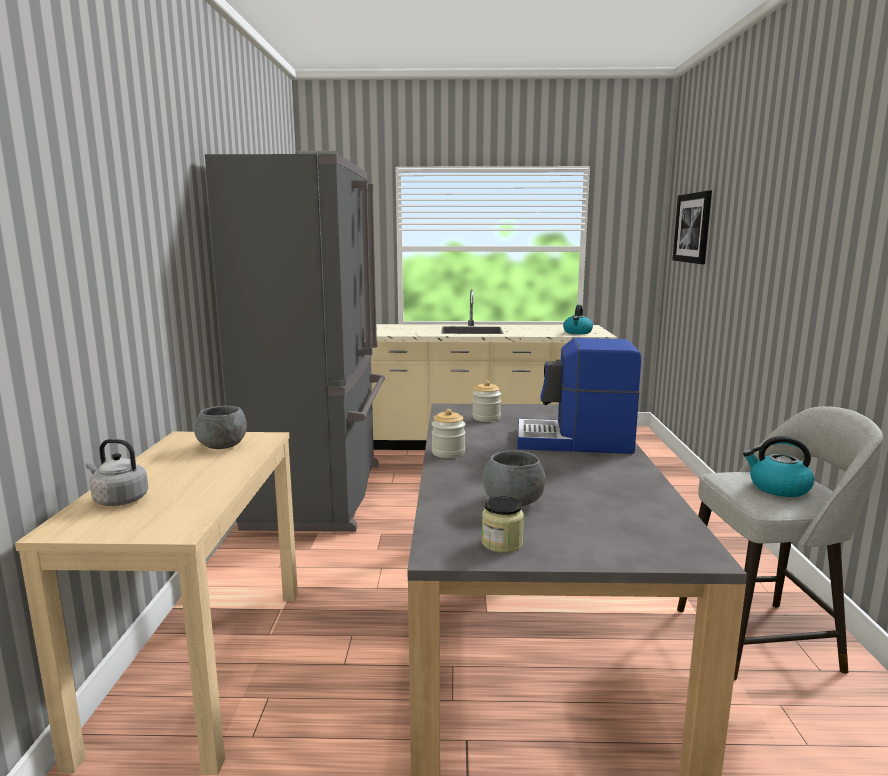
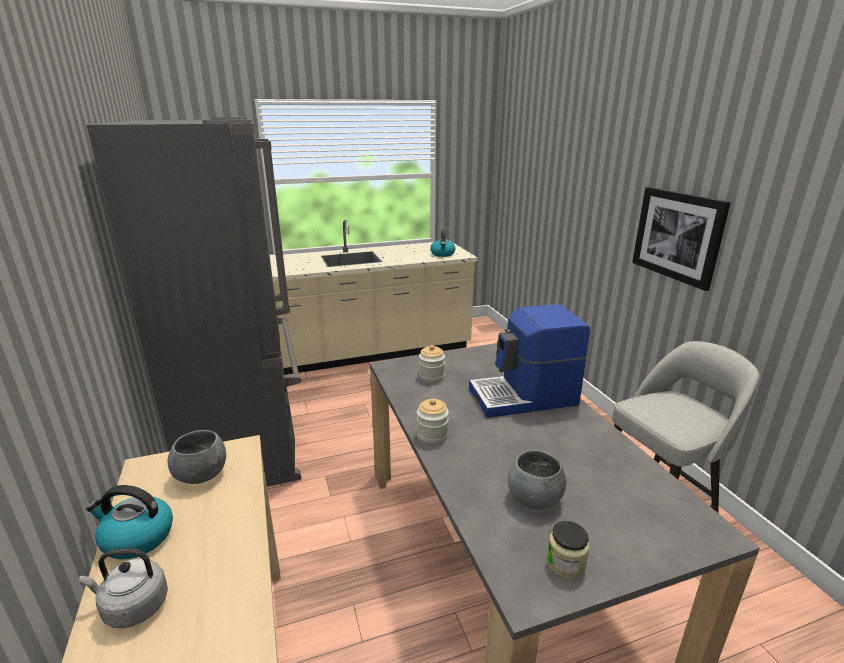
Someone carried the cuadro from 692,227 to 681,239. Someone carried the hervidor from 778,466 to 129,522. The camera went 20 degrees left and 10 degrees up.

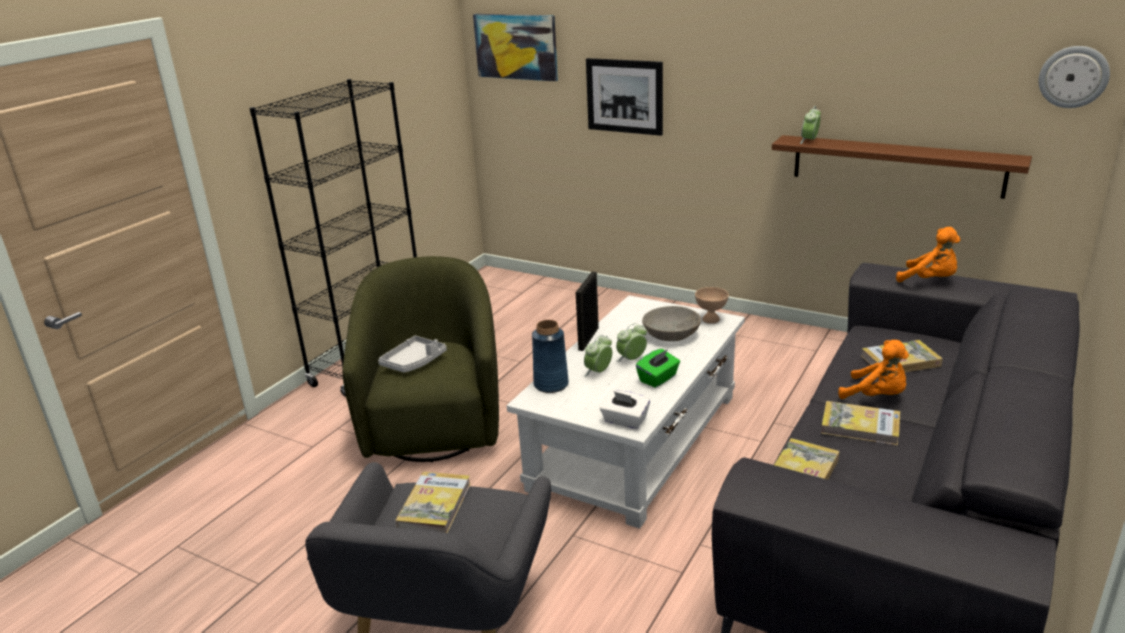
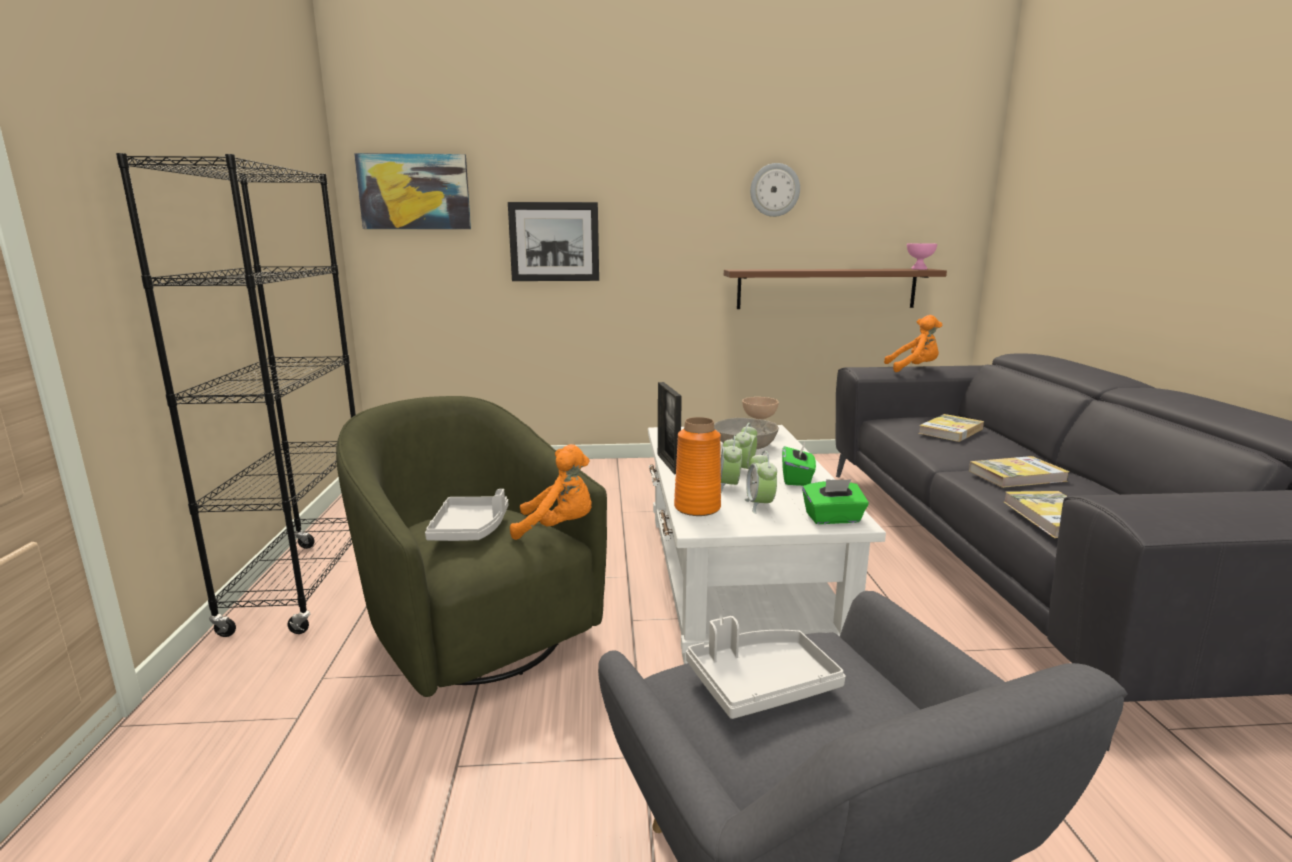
Someone swapped the libro at 433,502 for the bandeja/gris at 766,667. Someone repainted the florero/azul at 550,356, which became the florero/naranja at 697,466. Someone repainted the caja de pañuelos/blanco at 625,409, which became the caja de pañuelos/verde at 835,501. Someone carried the despertador from 810,125 to 761,482. Someone carried the peluche/naranja from 873,369 to 551,492. Someone carried the reloj de pared from 1074,77 to 775,190. Someone put down the cuenco/rosa at 922,256. The camera went 35 degrees left and 10 degrees down.

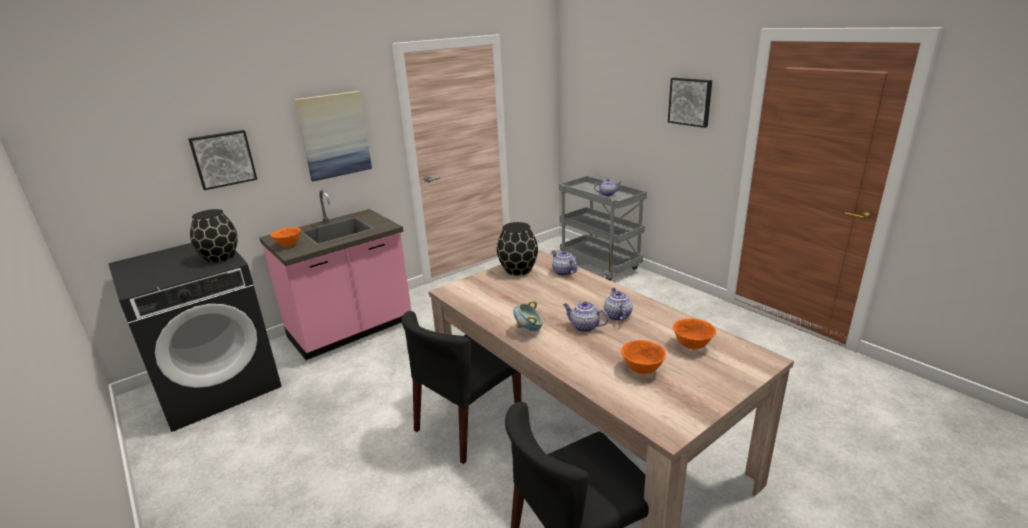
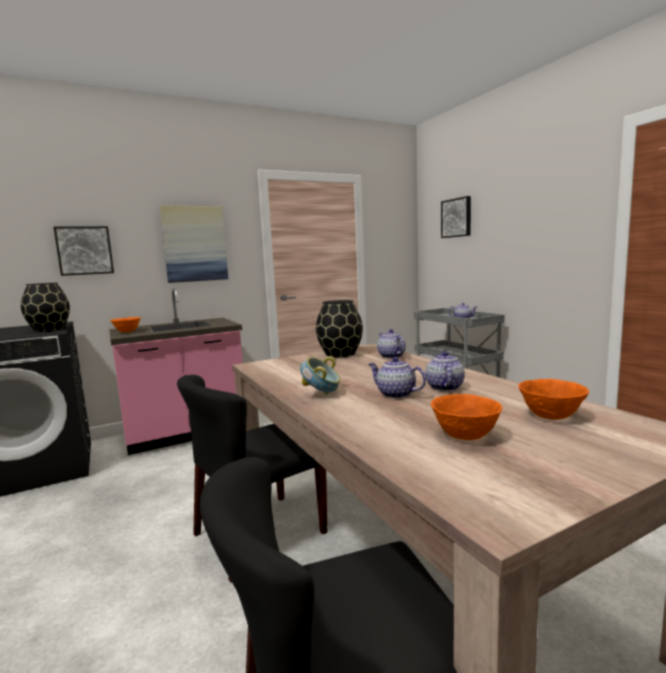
Someone carried the cuadro from 690,103 to 456,217. The camera went 10 degrees right and 15 degrees down.

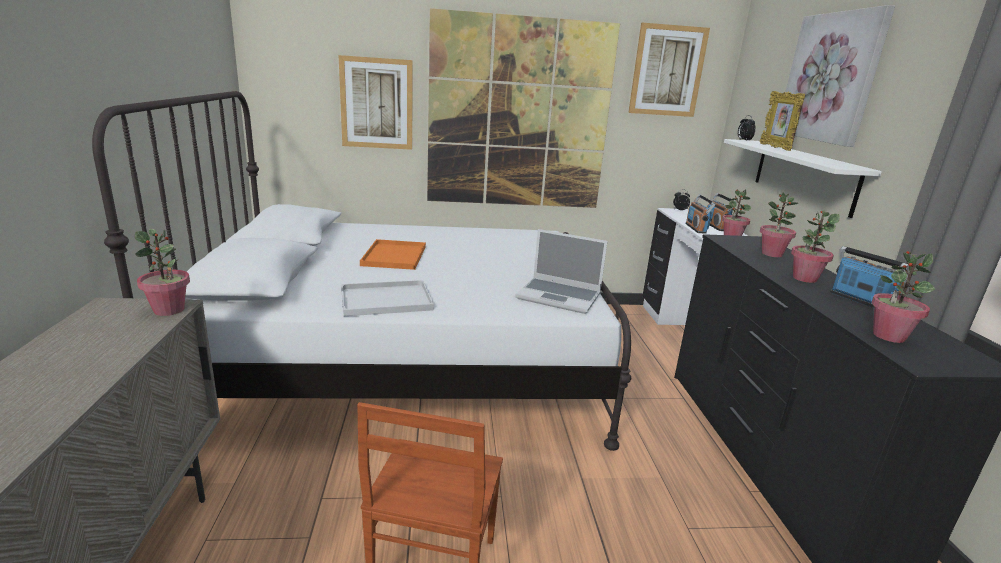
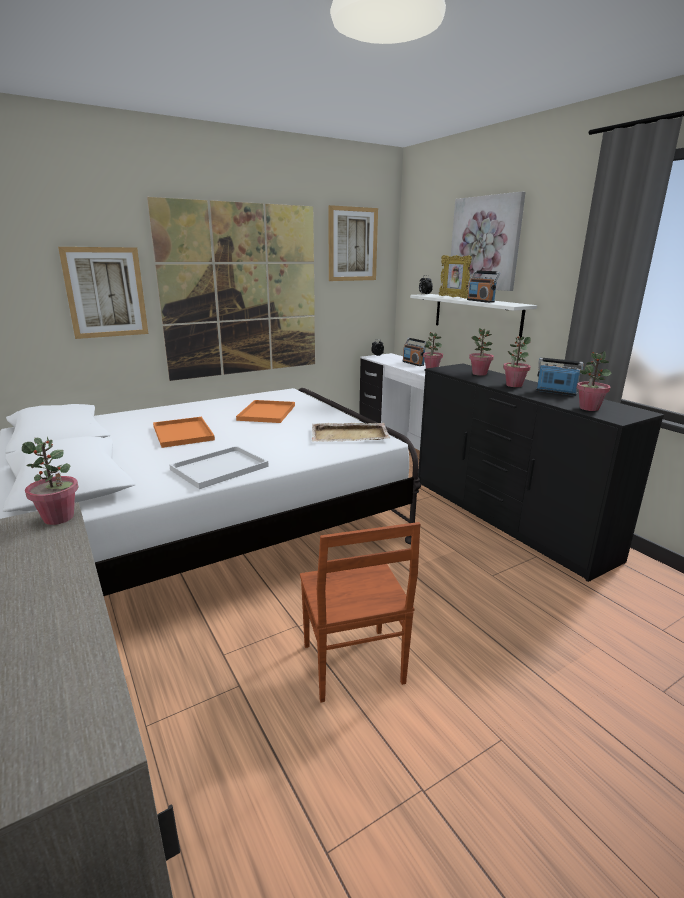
Someone swapped the portátil at 561,271 for the bandeja/beis at 351,432. Someone carried the radio from 701,214 to 483,286. Someone put down the bandeja/naranja at 265,411. The camera went 25 degrees left and 0 degrees up.

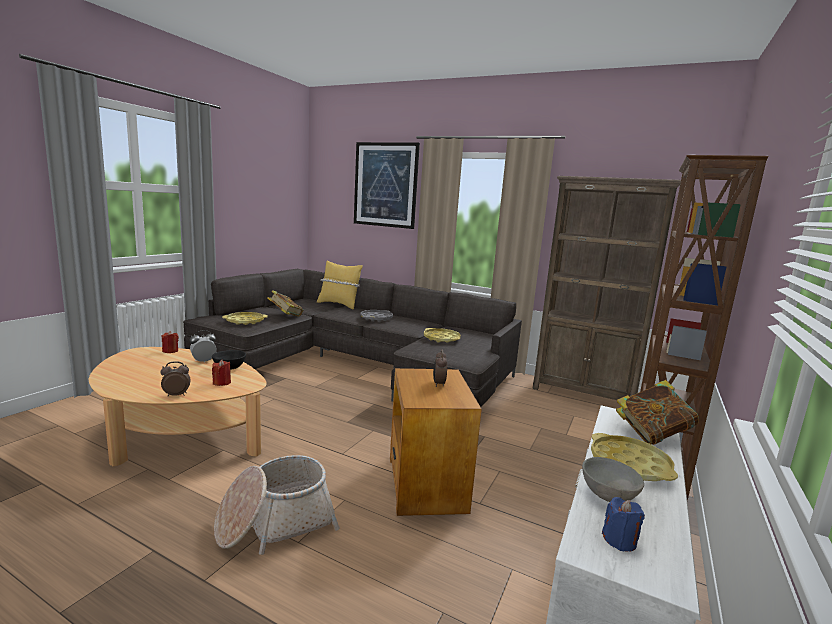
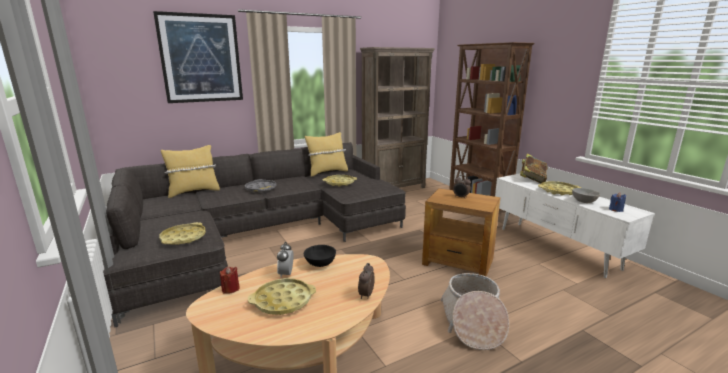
Someone took away the vela/rojo at 221,373. Someone took away the libro at 285,303. Someone put down the bandeja/amarillo at 282,296. Someone put down the cojín/amarillo at 326,154. The camera went 55 degrees left and 5 degrees up.

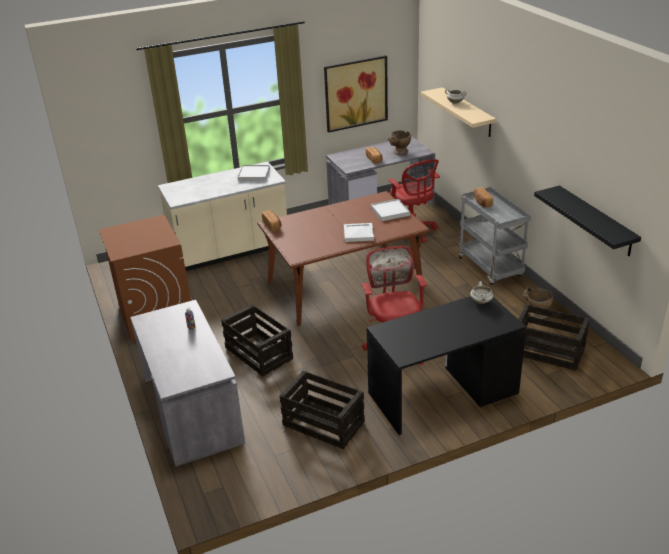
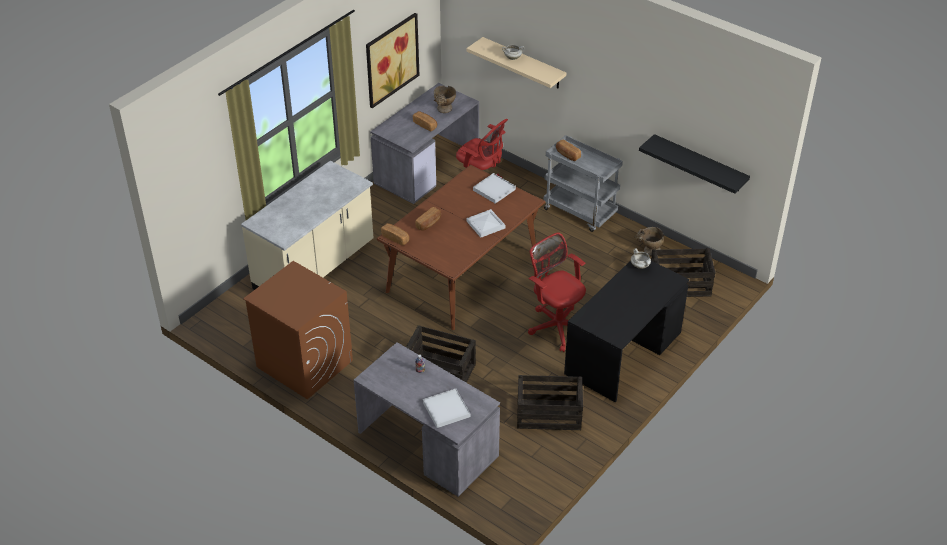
Someone carried the bandeja/blanco from 254,173 to 446,408. Someone put down the pan at 428,219. The camera went 30 degrees left and 10 degrees up.

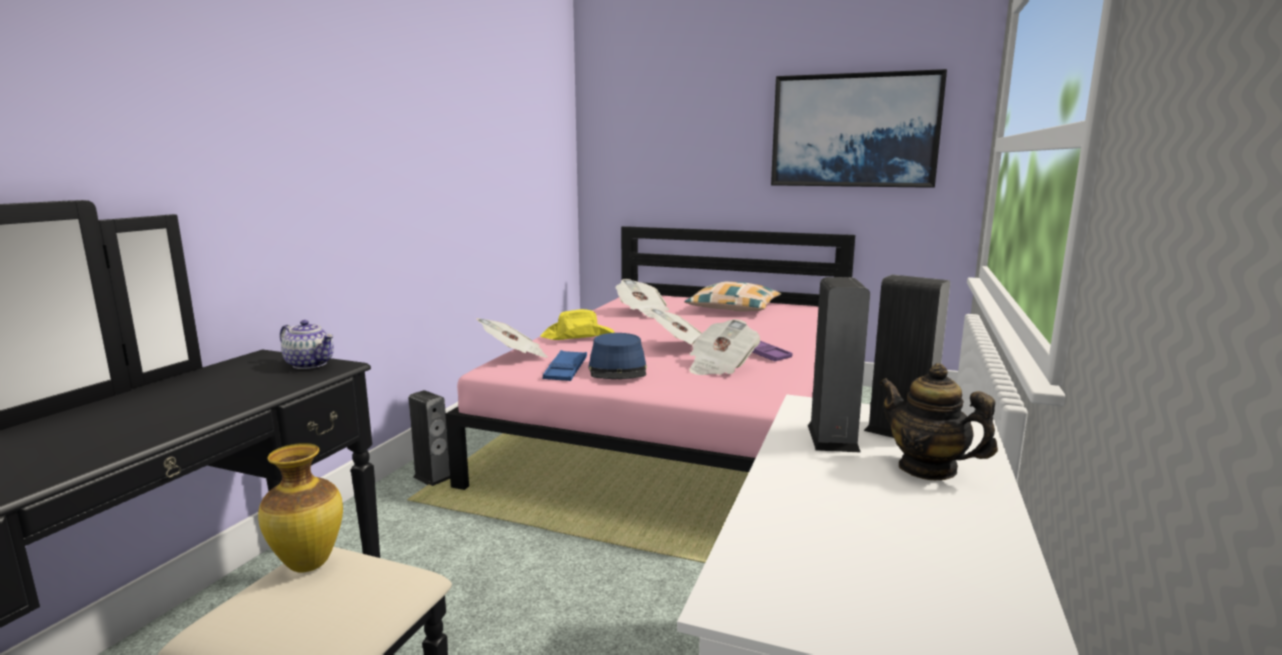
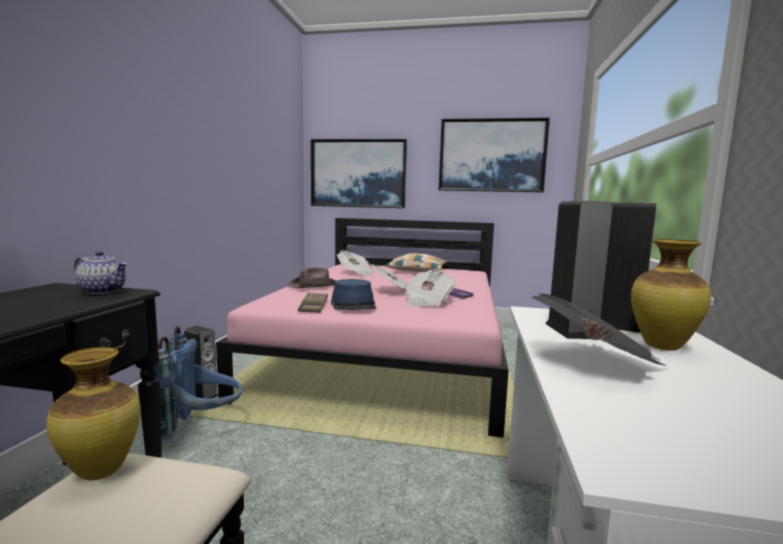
Someone carried the periódico from 512,338 to 600,329. Someone repainted the sombrero/amarillo at 577,324, which became the sombrero/marrón at 311,277. Someone repainted the bandeja/azul at 565,365, which became the bandeja/marrón at 313,302. Someone swapped the tetera at 938,421 for the florero at 671,294. Someone put down the mochila/azul at 198,385. Someone put up the cuadro at 359,173. The camera went 10 degrees left and 5 degrees down.

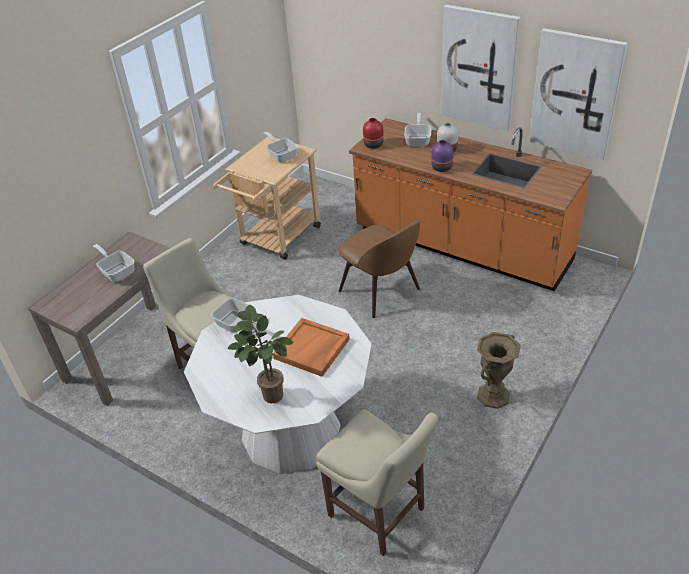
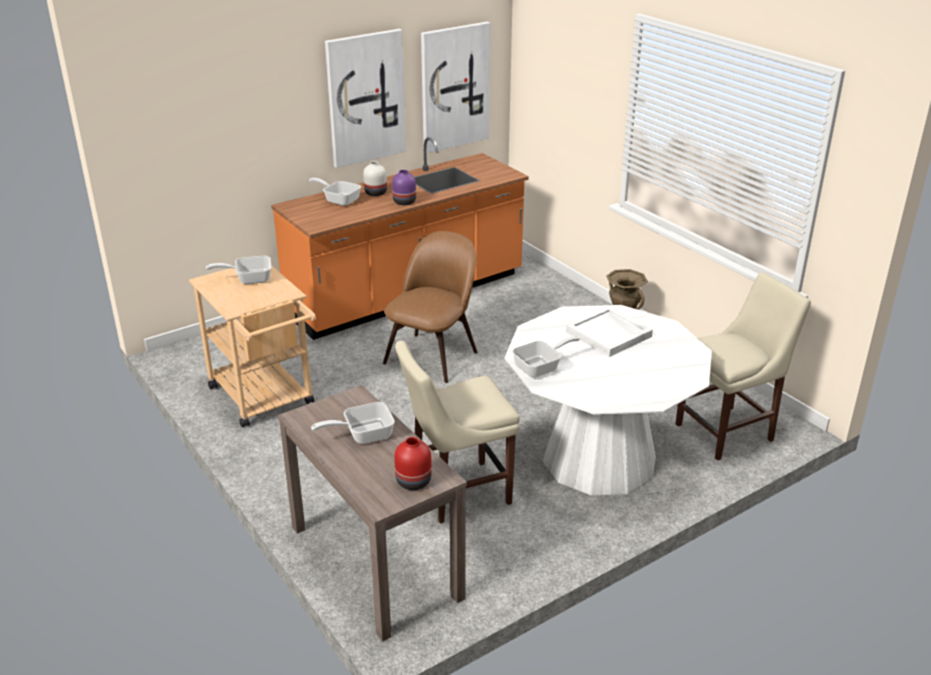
Someone took away the planta en maceta at 260,353. Someone repainted the bandeja/naranja at 311,347, which became the bandeja/blanco at 609,332. Someone rotated the silla/marrón at 379,268 by 45 degrees counterclockwise. Someone carried the florero/rojo from 373,133 to 413,463. The camera went 70 degrees left and 10 degrees down.

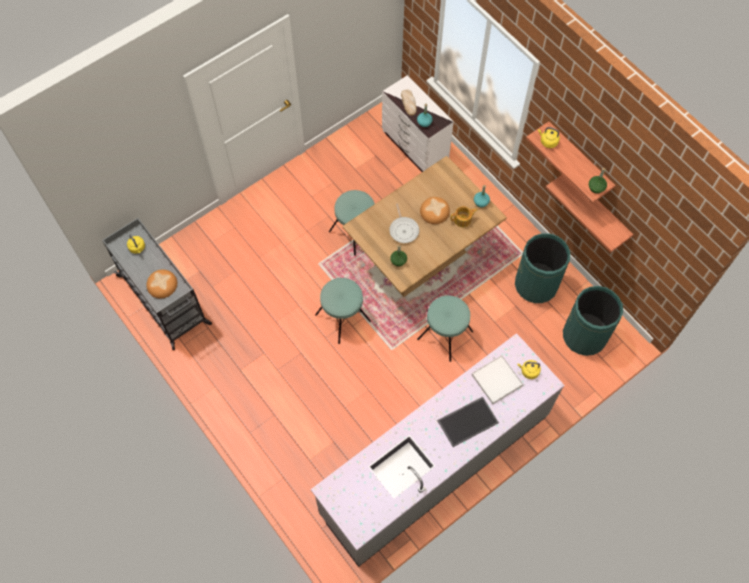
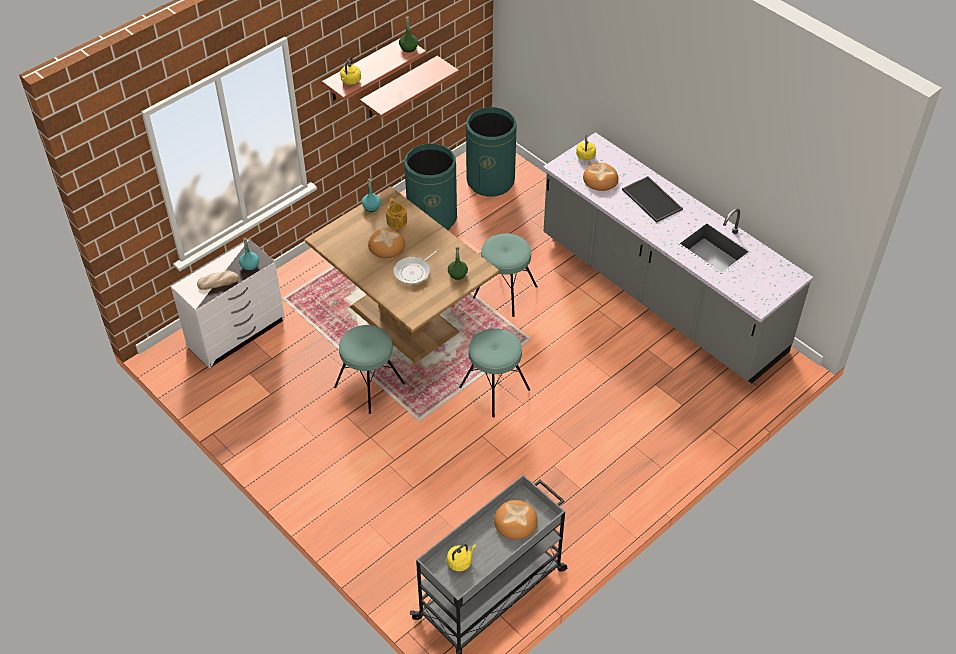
Someone rotated the sartén at 404,223 by 150 degrees clockwise. Someone swapped the bandeja/blanco at 497,379 for the pan at 601,177. The camera went 95 degrees left and 15 degrees down.

